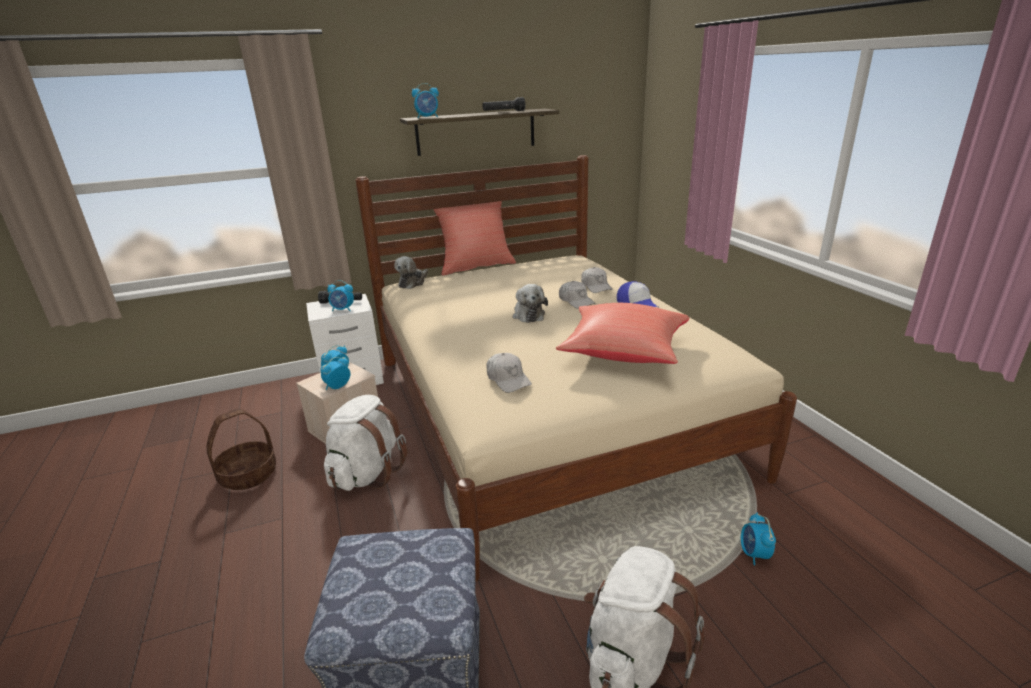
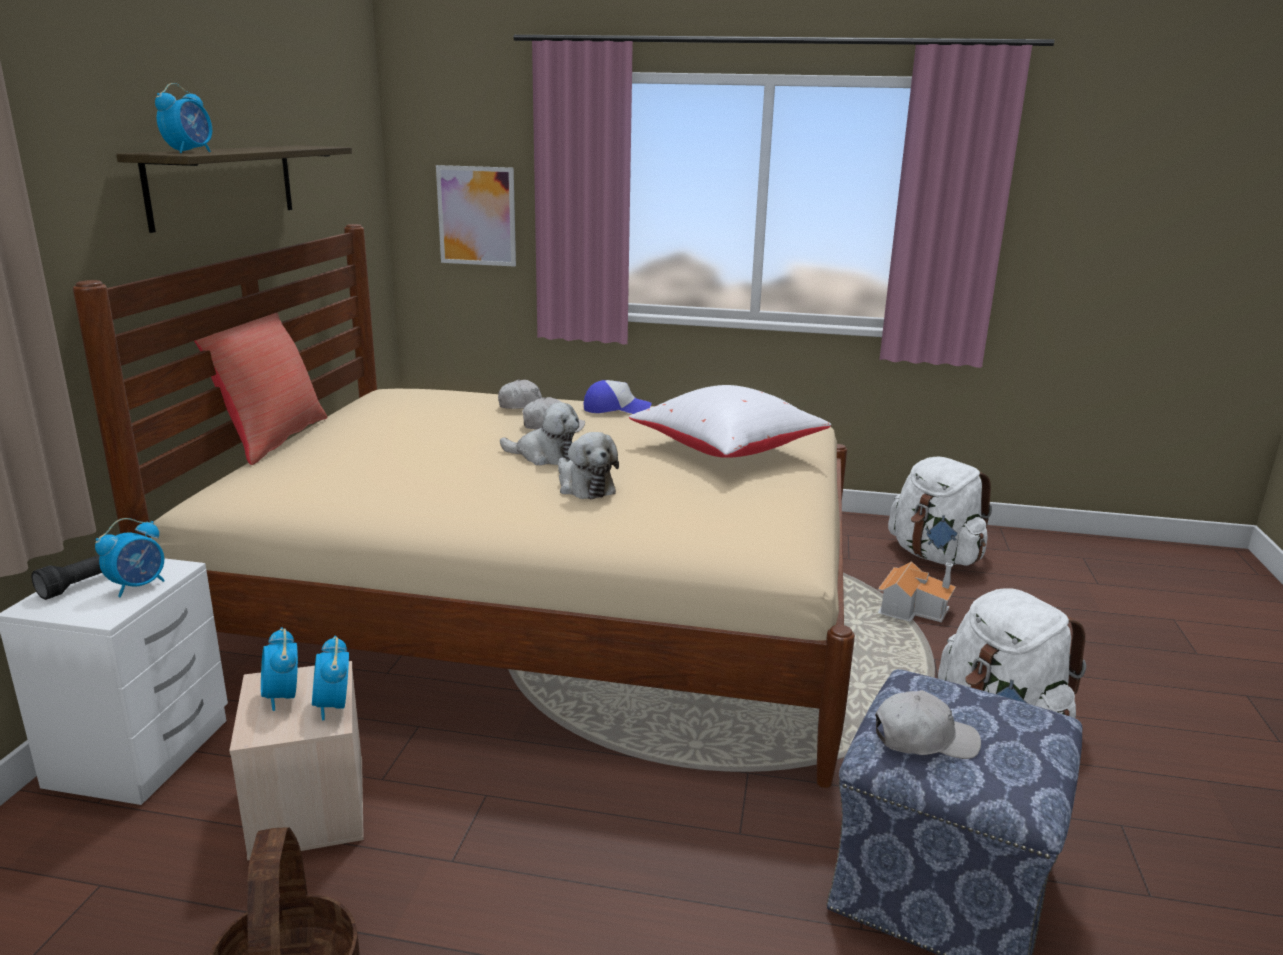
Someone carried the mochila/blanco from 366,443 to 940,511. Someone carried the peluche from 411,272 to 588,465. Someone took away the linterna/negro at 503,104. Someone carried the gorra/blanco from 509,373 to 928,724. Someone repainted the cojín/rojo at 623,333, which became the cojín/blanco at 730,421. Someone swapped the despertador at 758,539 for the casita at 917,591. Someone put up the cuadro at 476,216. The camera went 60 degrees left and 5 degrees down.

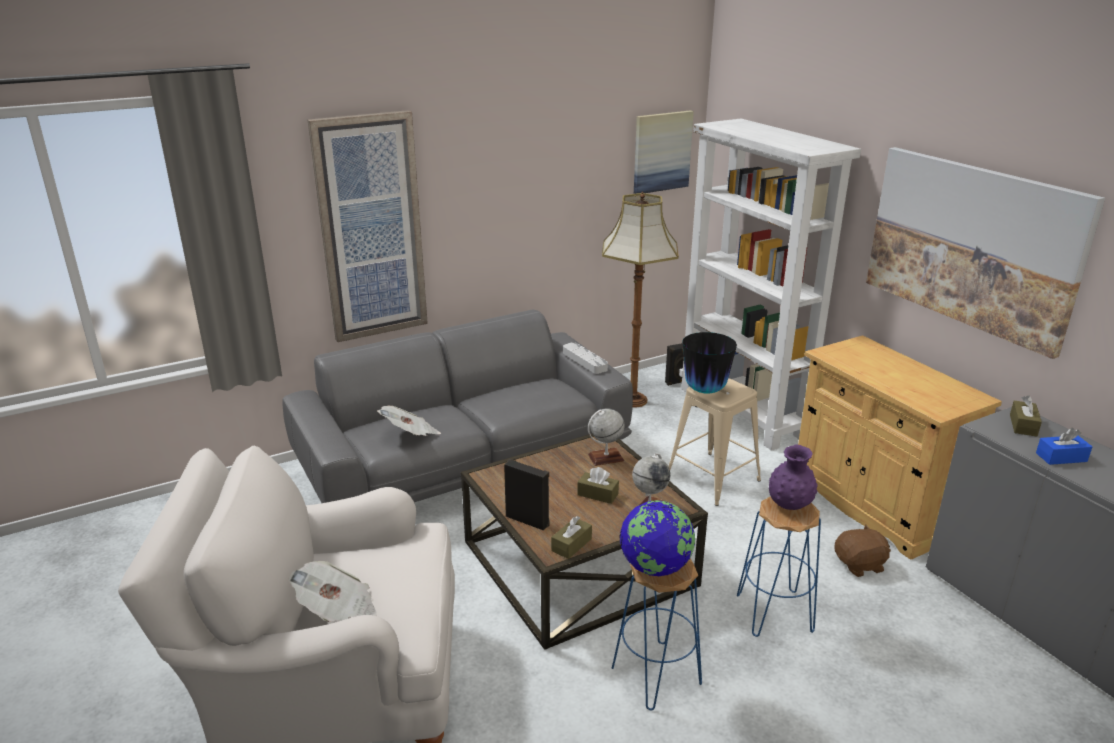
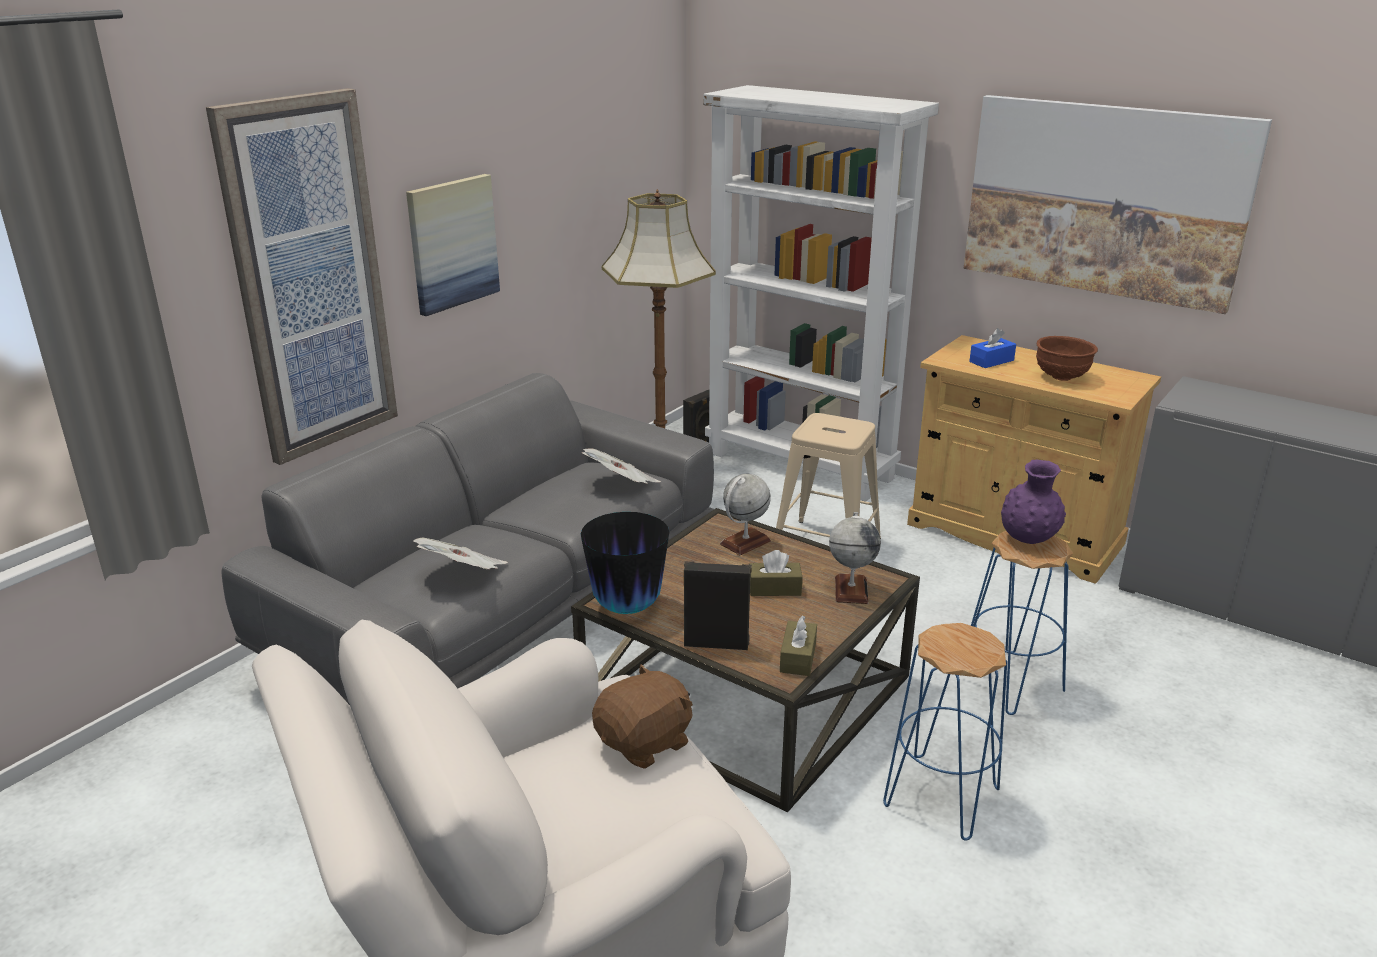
Someone carried the periódico from 332,591 to 621,466. Someone took away the bandeja/gris at 585,358. Someone took away the globo terráqueo at 657,538. Someone carried the cuadro from 664,152 to 453,245. Someone carried the florero from 709,363 to 625,563. Someone carried the peluche/marrón from 863,550 to 642,716. Someone took away the caja de pañuelos/marrón at 1026,416. Someone carried the caja de pañuelos/azul from 1064,446 to 992,348. Someone put down the cuenco/marrón at 1067,358. The camera went 25 degrees left and 0 degrees up.

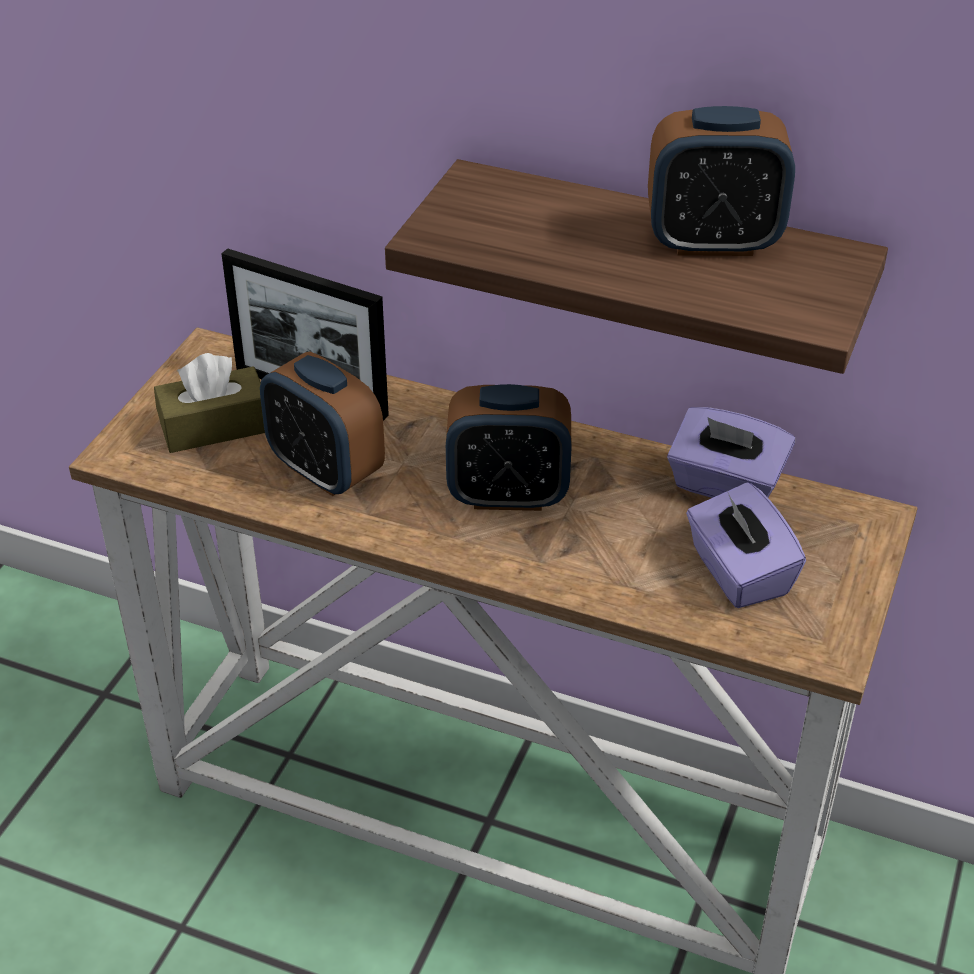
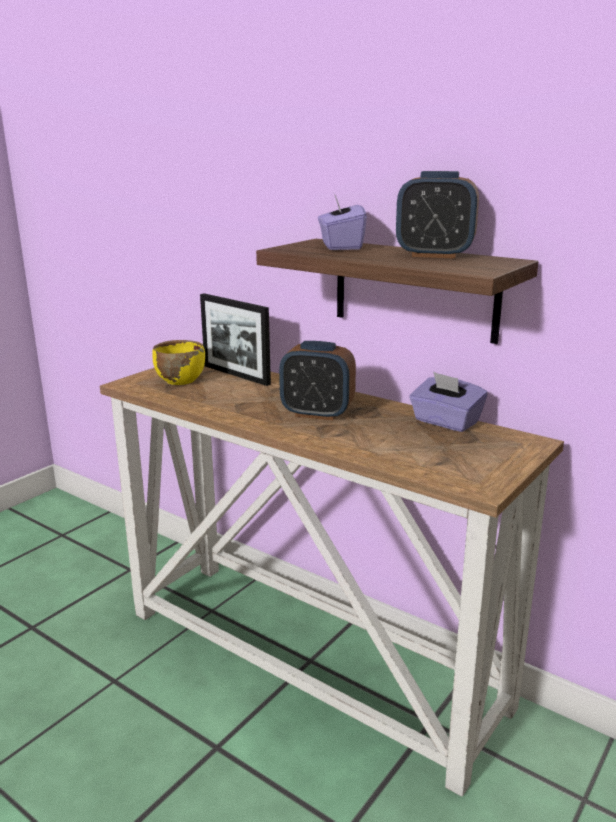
Someone swapped the caja de pañuelos/marrón at 209,403 for the cuenco/amarillo at 179,362. Someone took away the despertador at 322,424. Someone carried the caja de pañuelos/morado from 746,545 to 342,222. The camera went 15 degrees right and 20 degrees down.

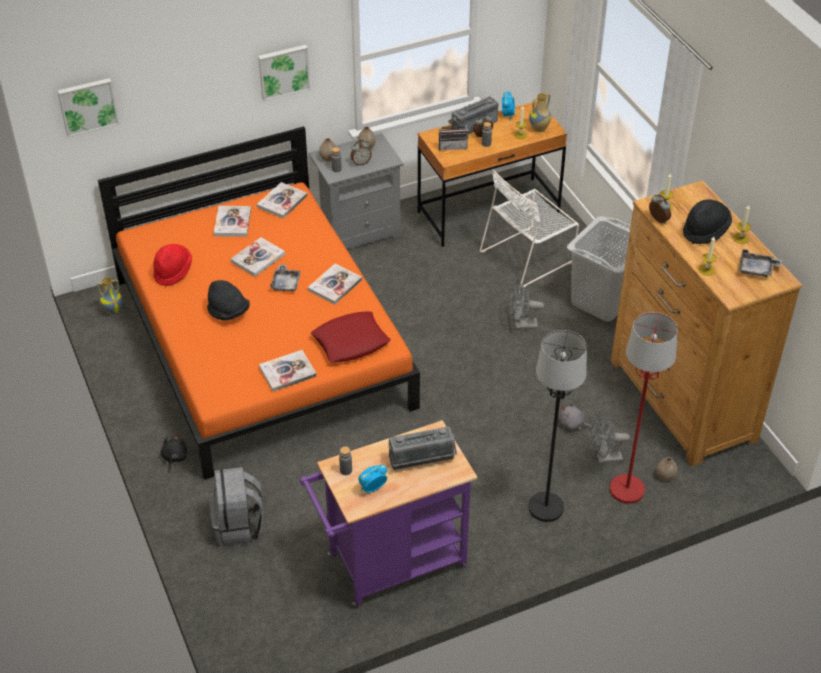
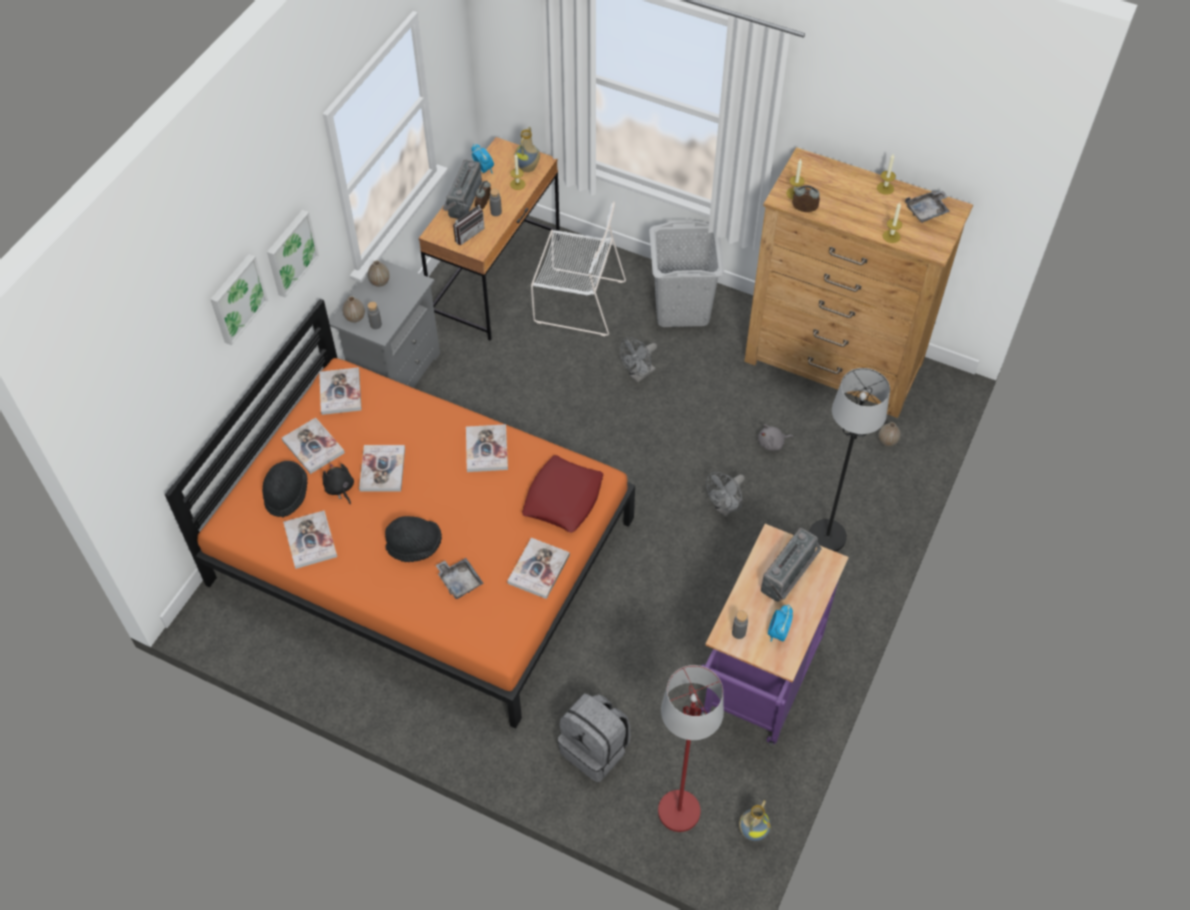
Someone carried the cuadro from 88,108 to 239,299. Someone carried the florero from 110,296 to 755,820. Someone swapped the sombrero/rojo at 172,265 for the libro at 310,539. Someone carried the peluche/negro from 173,453 to 338,484. Someone carried the bandeja/gris from 285,278 to 460,578. Someone took away the despertador at 361,153. Someone rotated the silla/blanco at 529,229 by 90 degrees counterclockwise. Someone carried the ventilador/gris from 611,440 to 725,494. Someone carried the lámpara de pie/rojo from 644,408 to 691,748. Someone carried the sombrero/negro from 707,221 to 285,489. The camera went 40 degrees left and 10 degrees up.

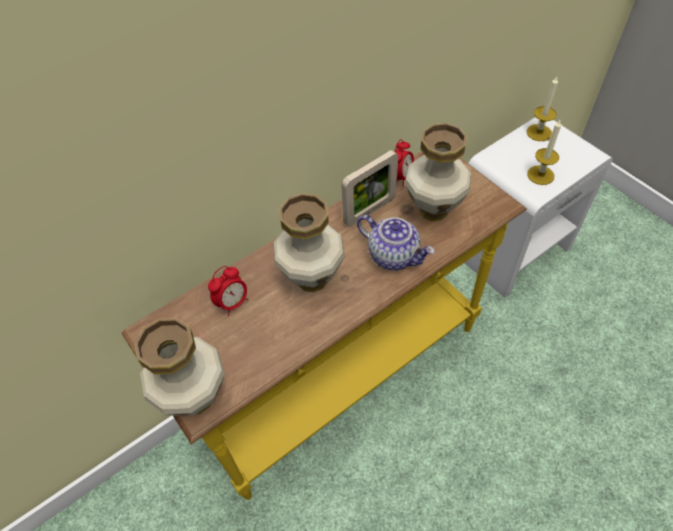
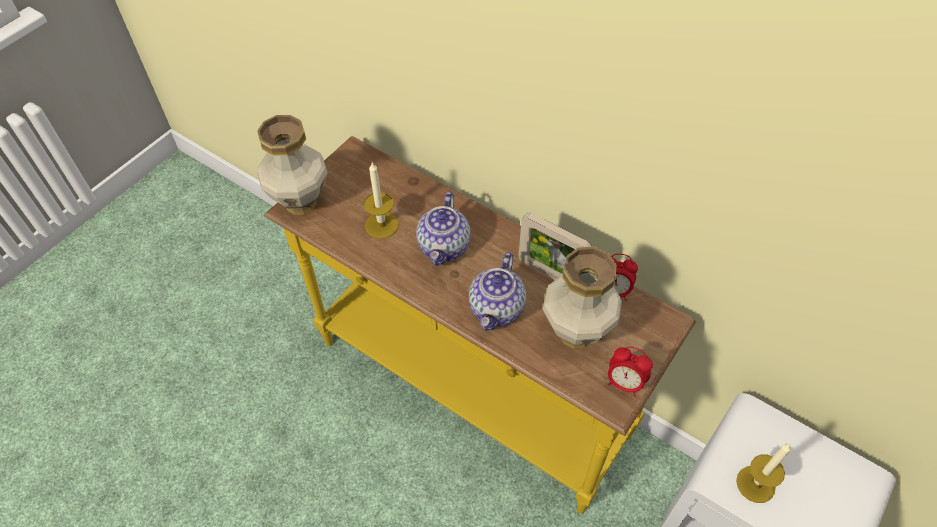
Someone carried the despertador from 228,291 to 630,372. Someone swapped the florero at 309,242 for the tetera at 443,229. Someone carried the vela from 542,109 to 381,201. The camera went 70 degrees right and 0 degrees up.

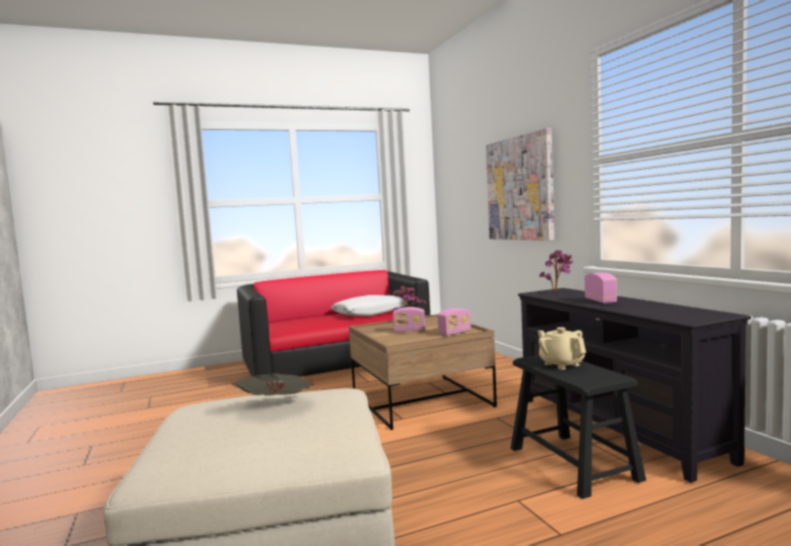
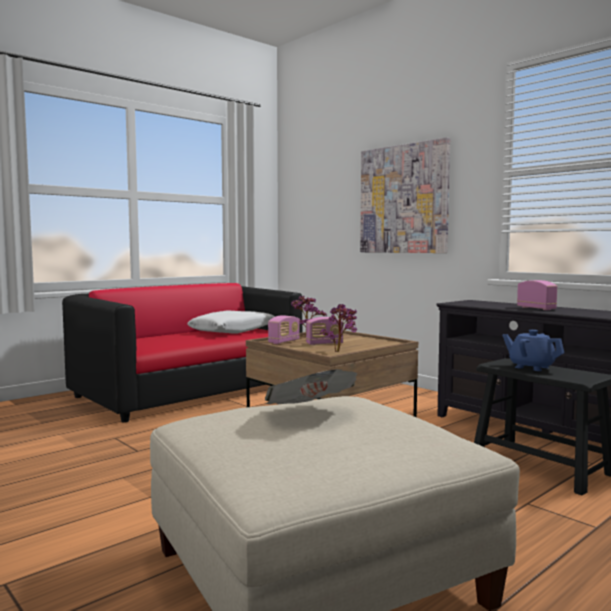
Someone carried the radio from 454,322 to 284,329. Someone repainted the tetera/beis at 562,348, which became the tetera/azul at 533,350. Someone carried the planta en maceta from 556,270 to 339,328. The camera went 20 degrees left and 0 degrees up.

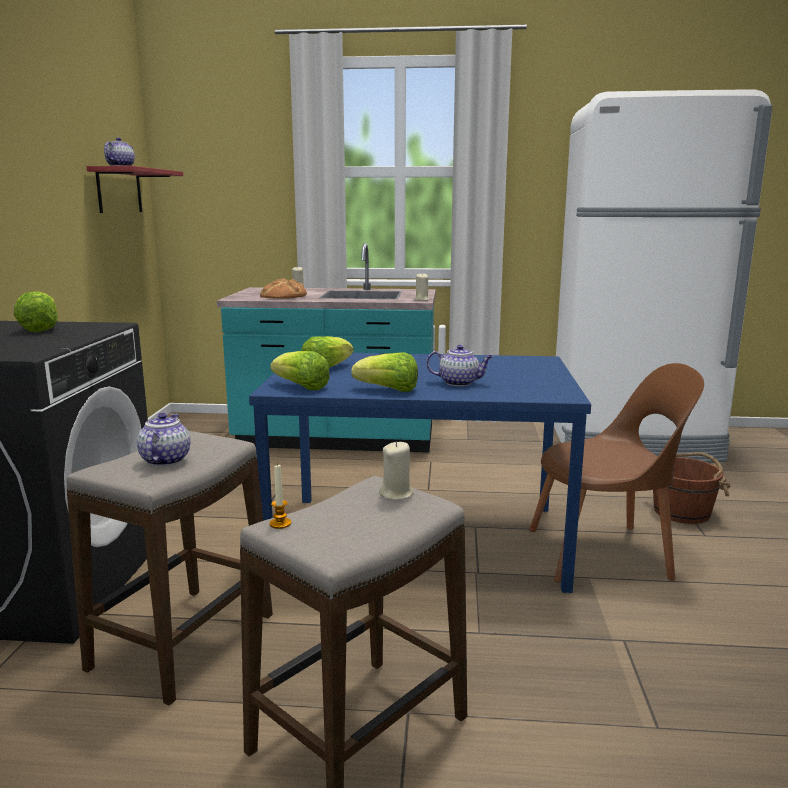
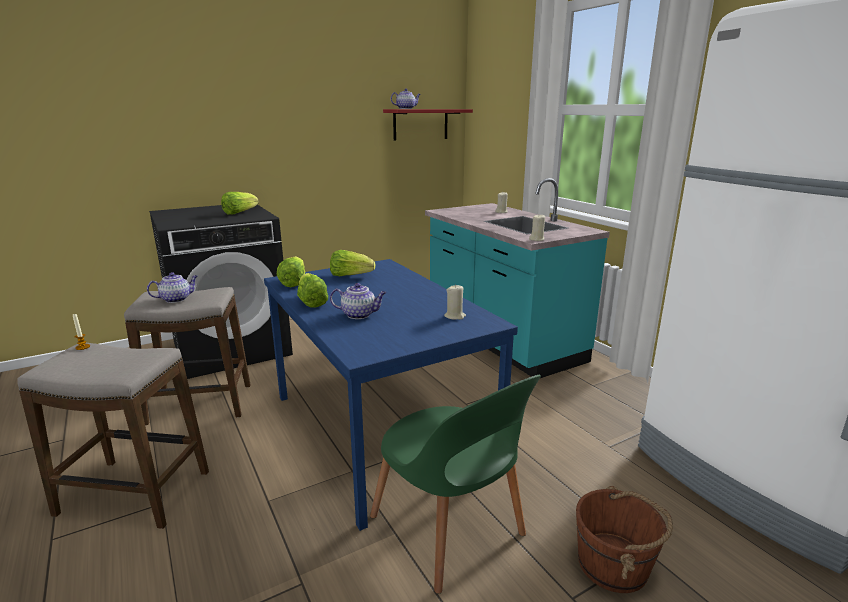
Someone took away the pan at 283,289. Someone carried the vela/beis from 396,470 to 455,302. Someone rotated the tetera at 459,365 by 60 degrees counterclockwise. Someone repainted the silla/marrón at 616,472, which became the silla/verde at 455,484. The camera went 55 degrees right and 5 degrees up.

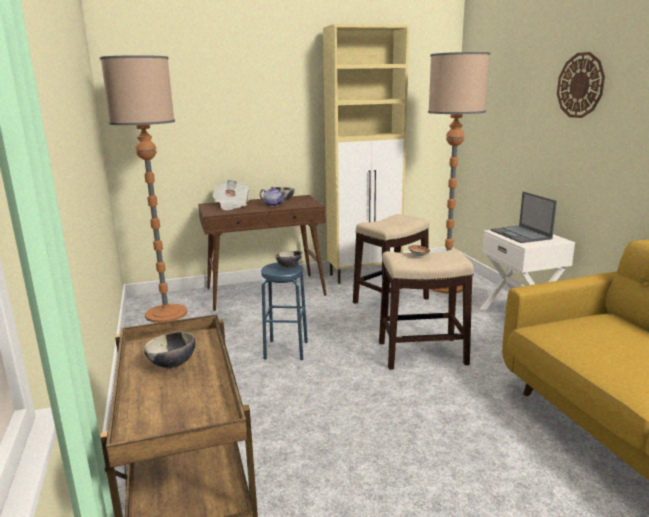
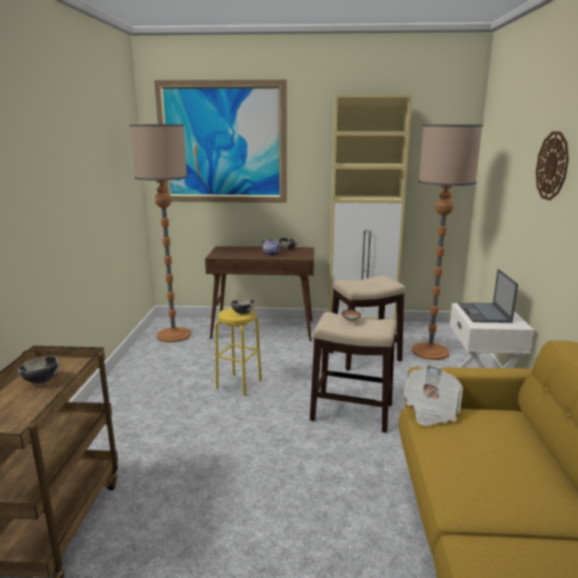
Someone carried the periódico from 231,195 to 433,395. Someone repainted the taburete/azul at 284,312, which became the taburete/amarillo at 238,352. Someone put up the cuadro at 220,141. The camera went 20 degrees right and 0 degrees up.

